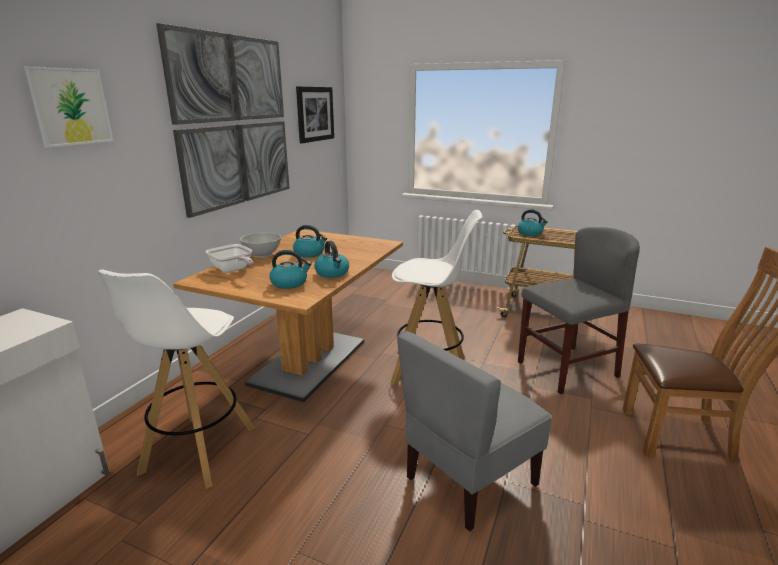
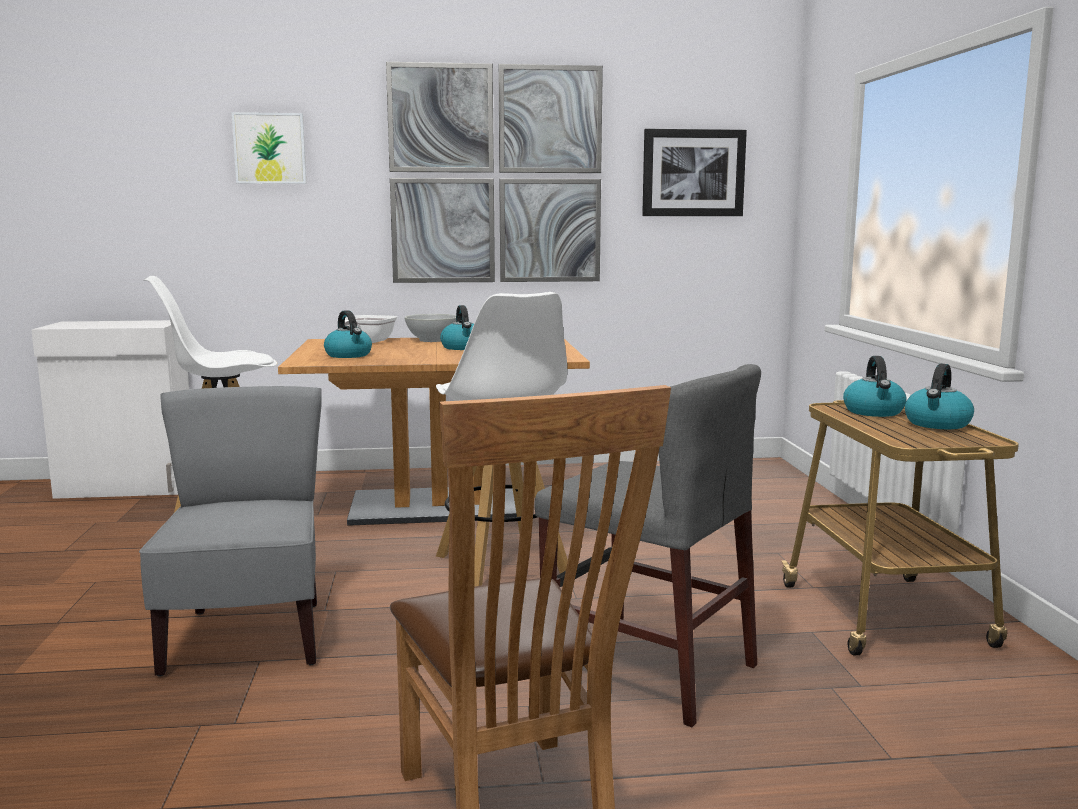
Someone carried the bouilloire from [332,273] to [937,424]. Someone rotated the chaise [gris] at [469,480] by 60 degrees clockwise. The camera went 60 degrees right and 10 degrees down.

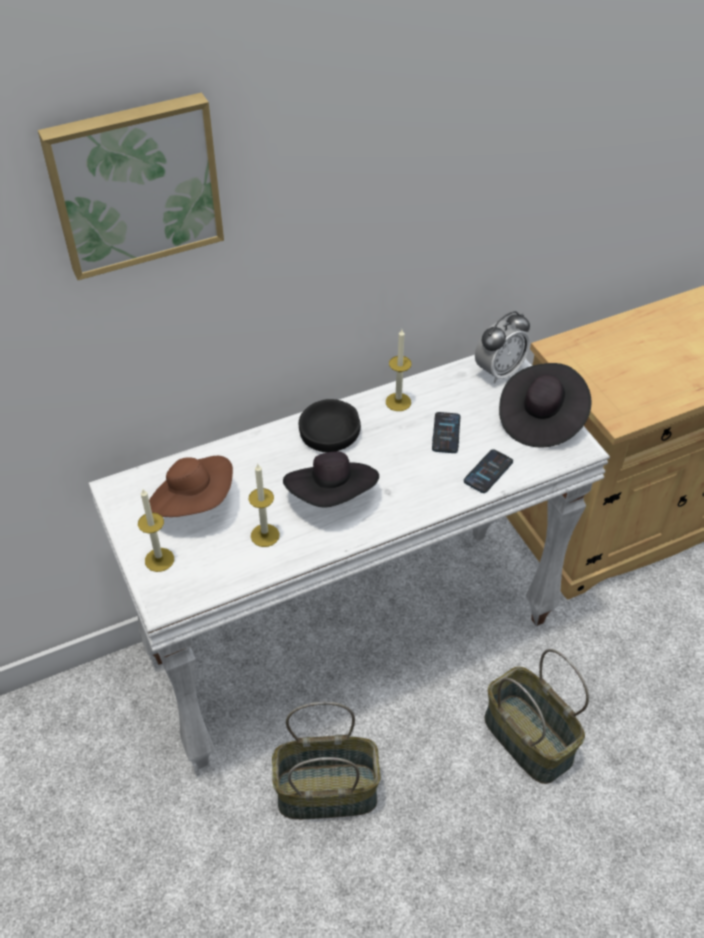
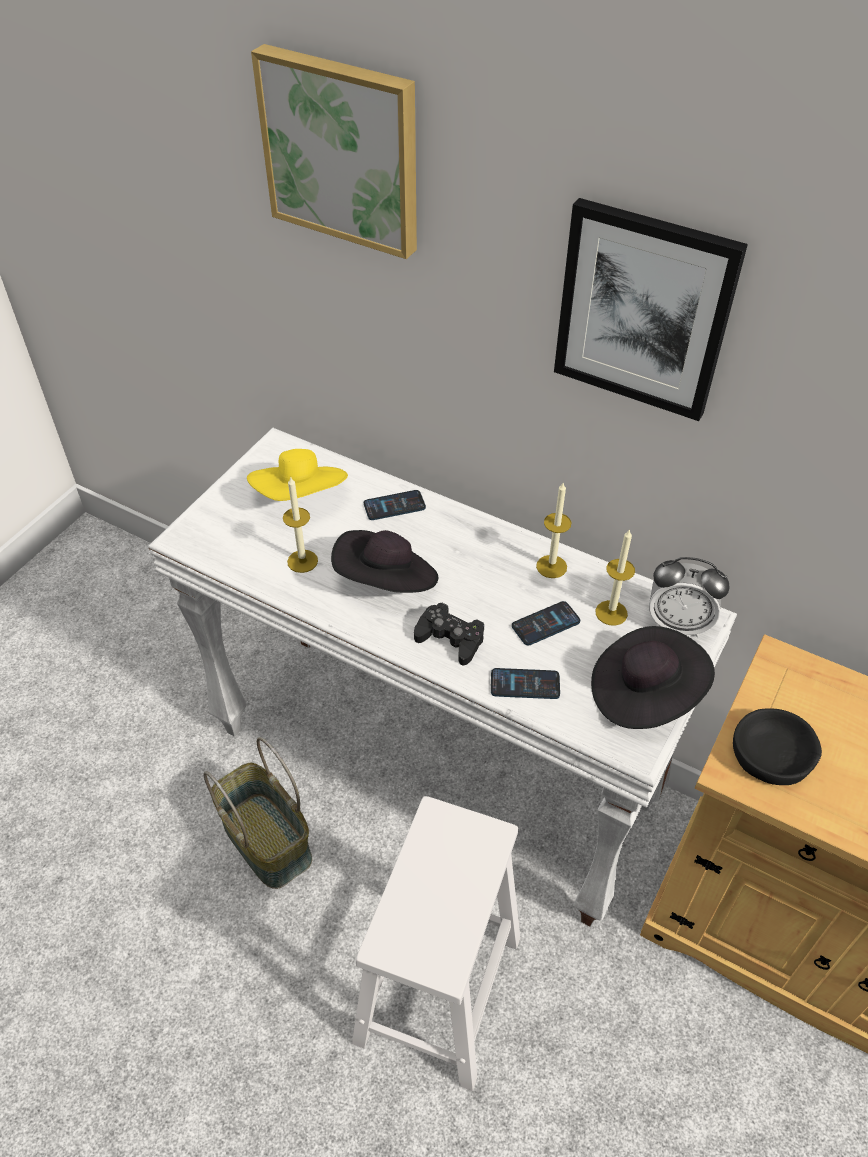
Someone carried the bol [noir] from [330,432] to [772,754]. Someone repainted the chapeau [marron] at [193,503], which became the chapeau [jaune] at [301,497]. Someone carried the bougie from [159,559] to [611,613]. Someone swapped the panier at [526,739] for the tabouret [blanc] at [439,986]. Someone put up the tableau at [644,310]. Someone put down the téléphone at [394,506]. Someone put down the manette [noir] at [450,638]. The camera went 55 degrees right and 0 degrees up.

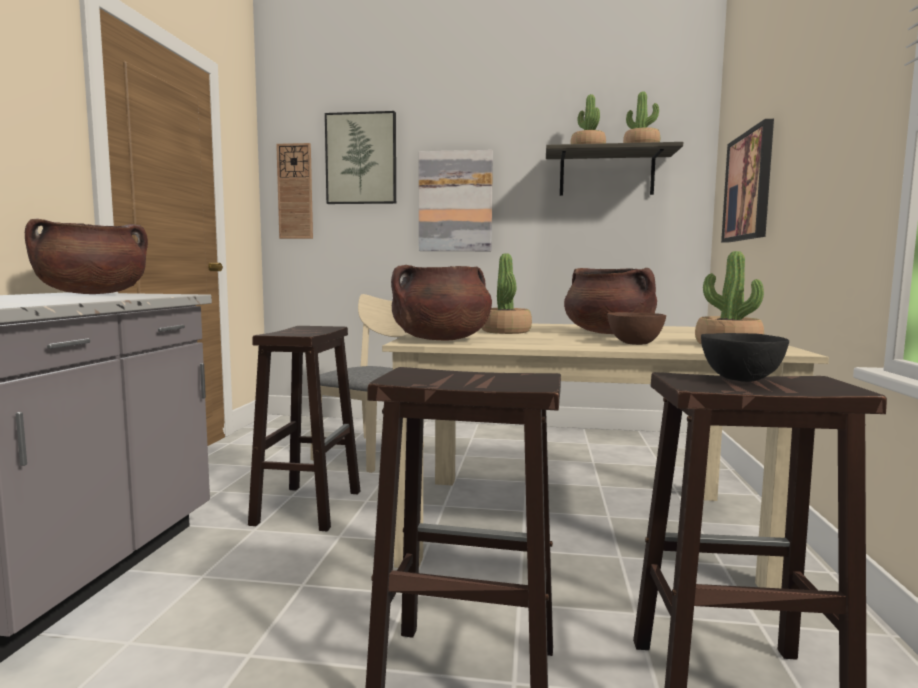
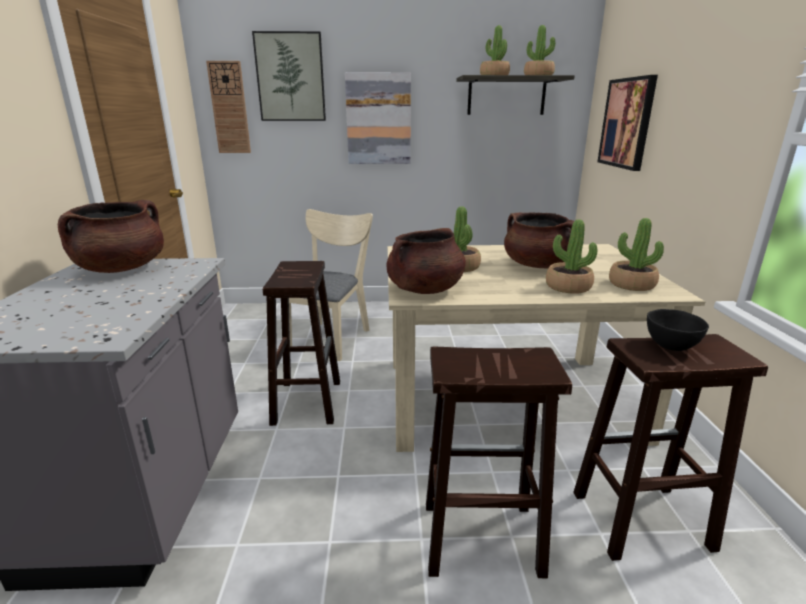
Someone swapped the bol [marron] at [634,344] for the plante en pot at [568,287]. The camera went 10 degrees left and 15 degrees up.

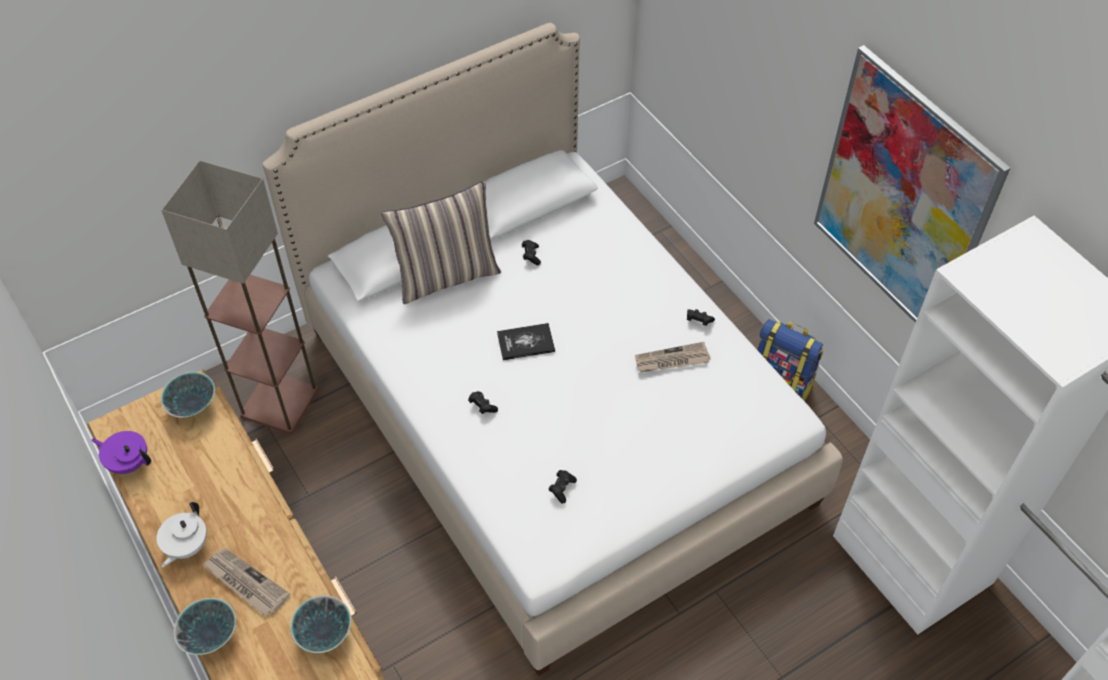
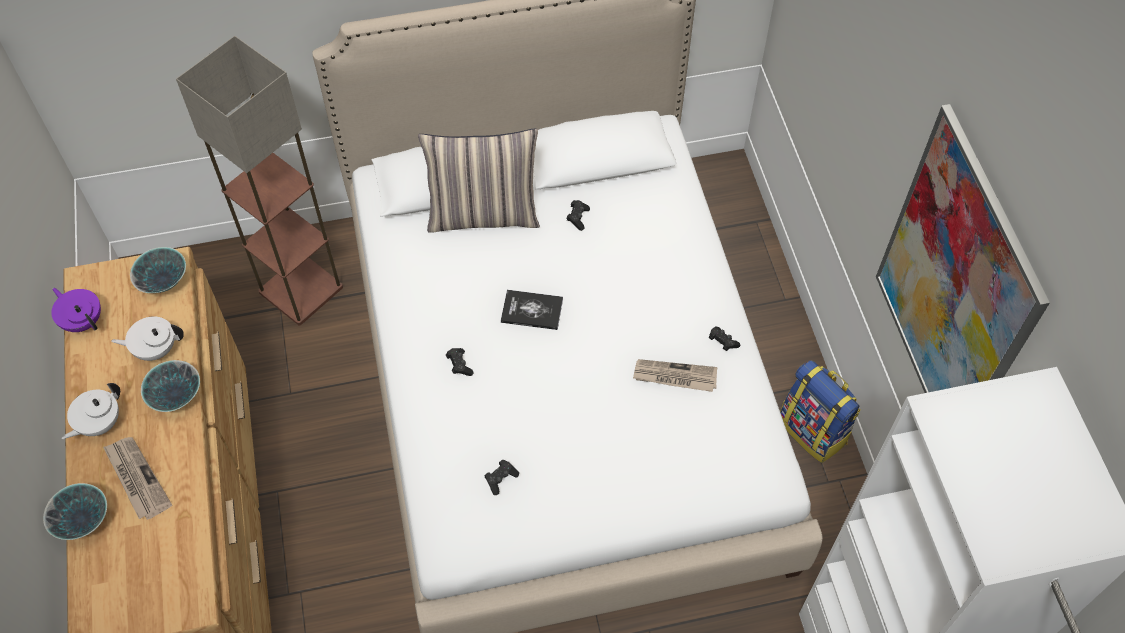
Someone carried the bol from [324,634] to [176,397]. Someone put down the théière [blanc] at [155,349]. The camera went 20 degrees right and 5 degrees up.

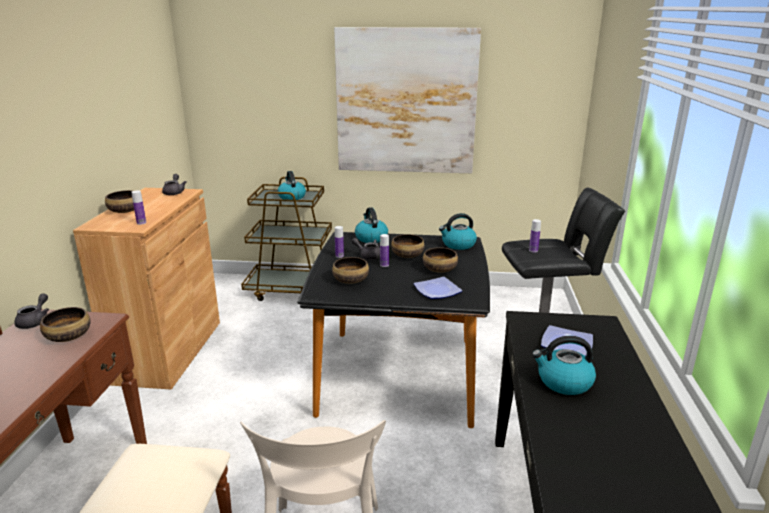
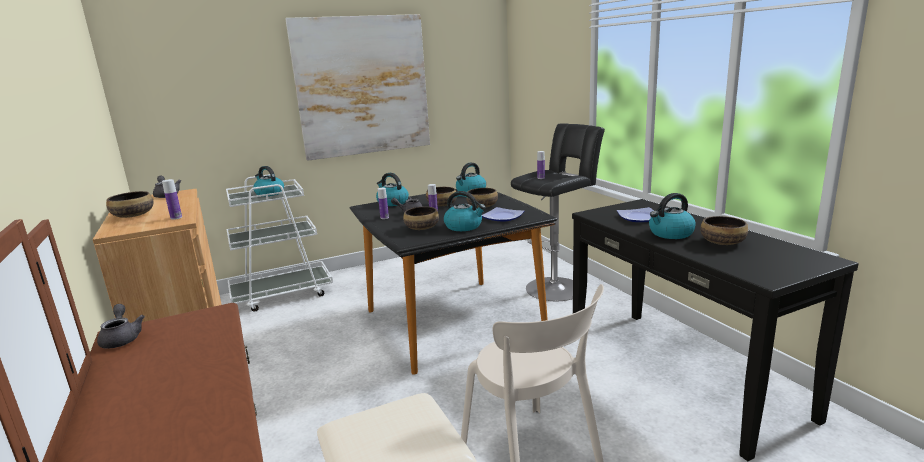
Someone repainted the chariot [marron] at [294,290], which became the chariot [blanc] at [282,294]. Someone carried the bol from [69,336] to [722,242]. Someone put down the bouilloire at [464,226]. The camera went 30 degrees left and 5 degrees down.

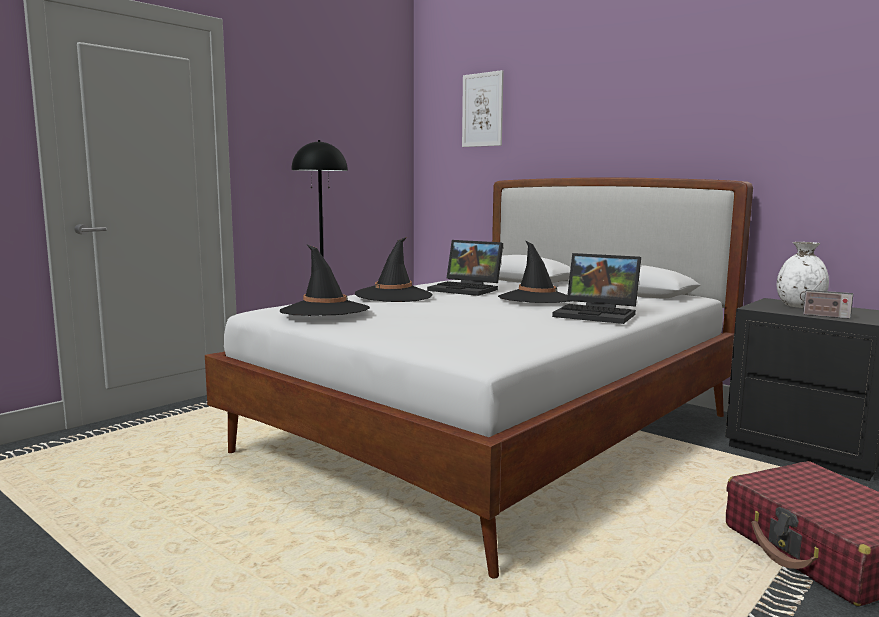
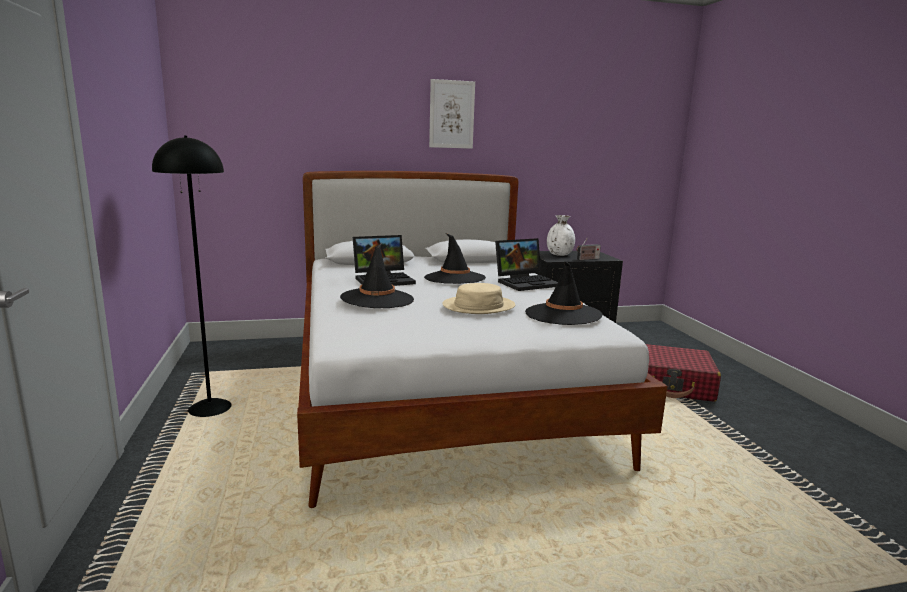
Someone carried the tableau from [482,110] to [451,114]. Someone carried the chapeau [noir] from [324,310] to [563,314]. Someone put down the chapeau [beige] at [478,306]. The camera went 55 degrees left and 5 degrees up.

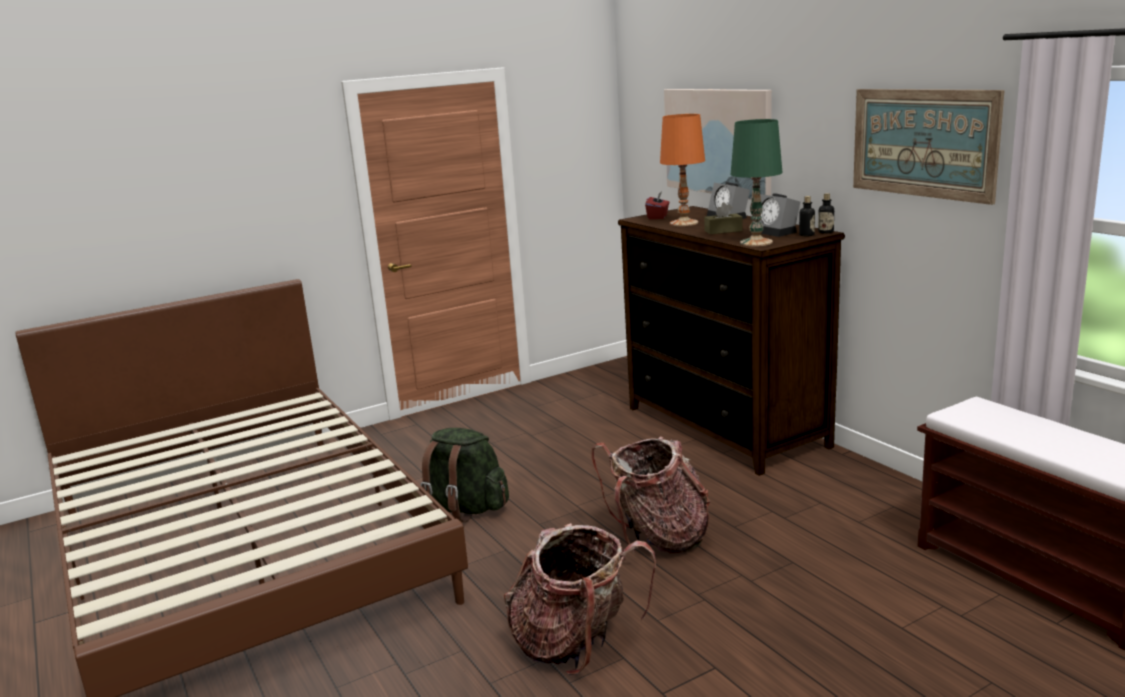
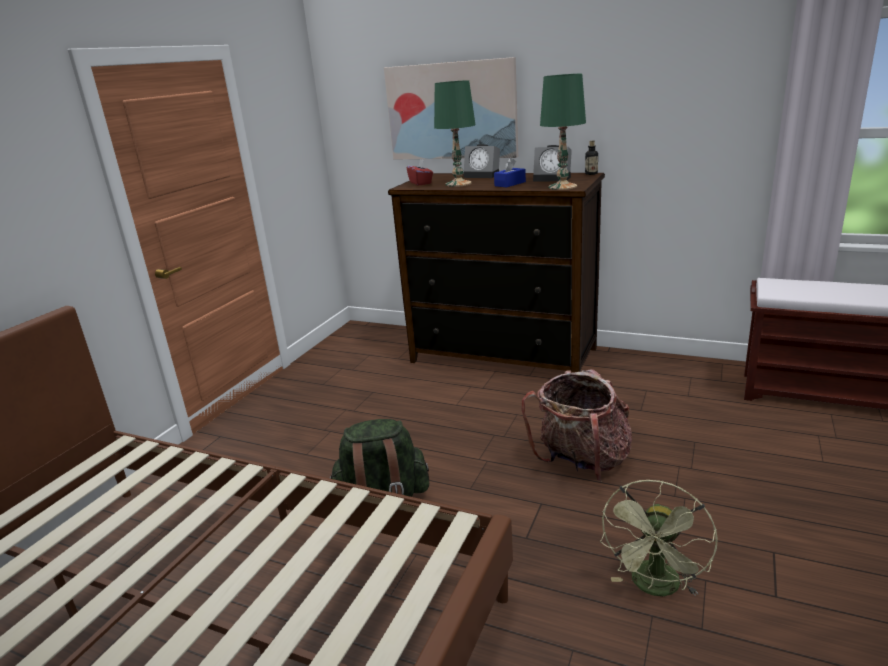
Someone took away the tableau at [923,143]. Someone repainted the lampe de table [orange] at [683,223], which became the lampe de table [vert] at [458,184]. Someone took away the bouteille at [806,235]. Someone repainted the boîte à mouchoirs [marron] at [723,231], which became the boîte à mouchoirs [bleu] at [510,184]. Someone swapped the sac à dos at [576,644] for the ventilateur [vert] at [656,588]. The camera went 35 degrees left and 5 degrees up.

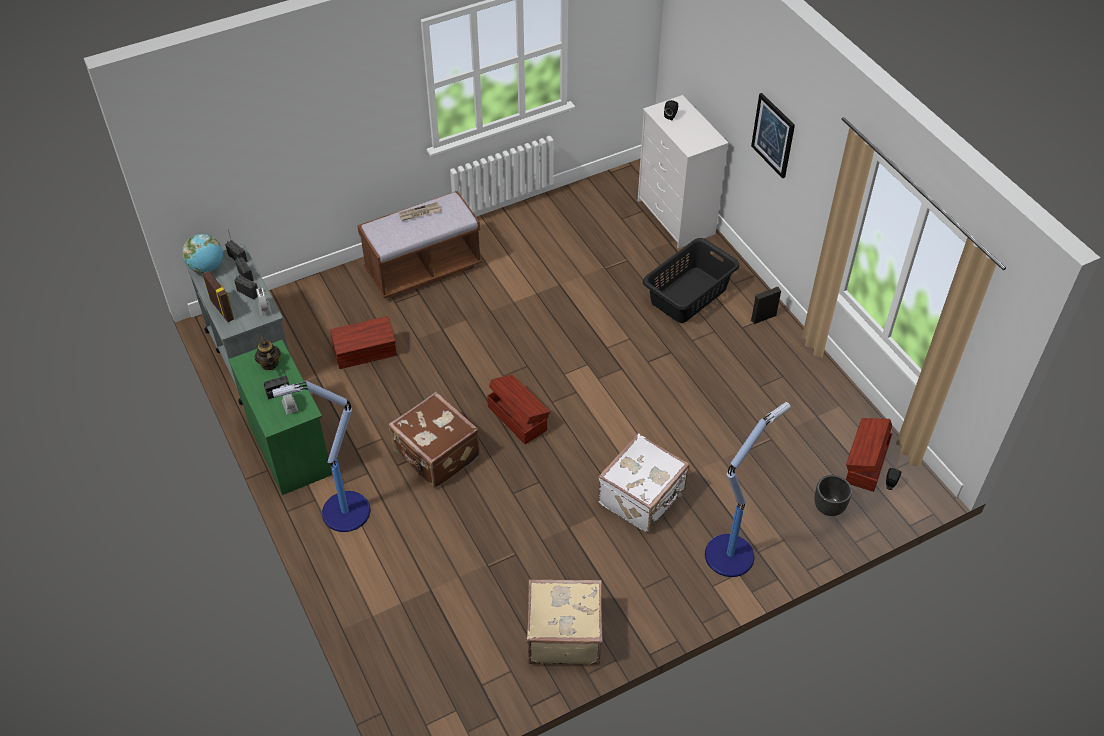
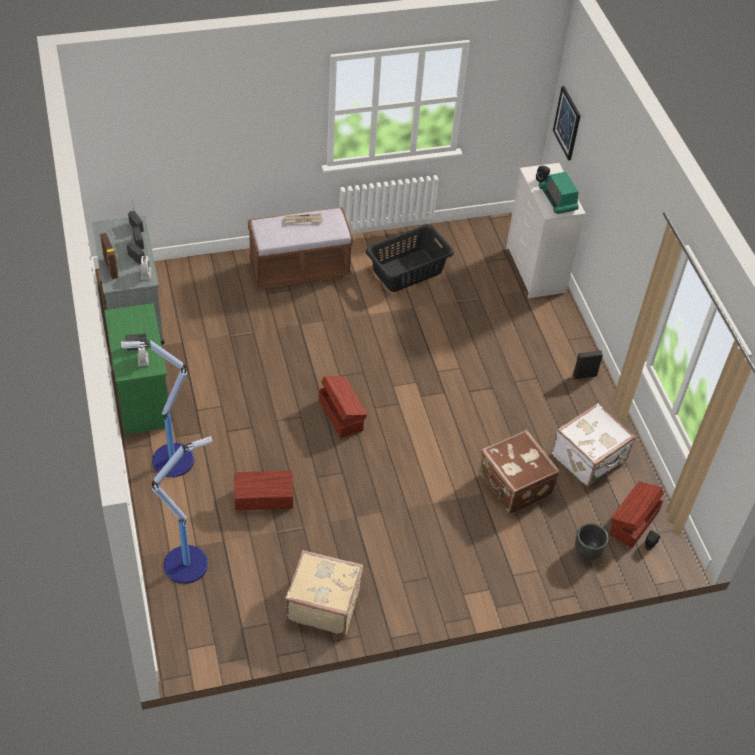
Someone carried the tableau from [773,135] to [567,123]. Someone took away the globe at [207,267]. Someone carried the panier à linge [noir] from [689,295] to [408,271]. Someone carried the boîte de rangement [marron] from [366,353] to [264,499]. Someone took away the théière at [269,364]. Someone carried the valise [marron] from [436,456] to [514,486]. Someone carried the lampadaire from [730,554] to [187,563]. Someone carried the valise [blanc] from [643,498] to [590,458]. Someone put down the radio at [558,200]. The camera went 10 degrees right and 0 degrees up.

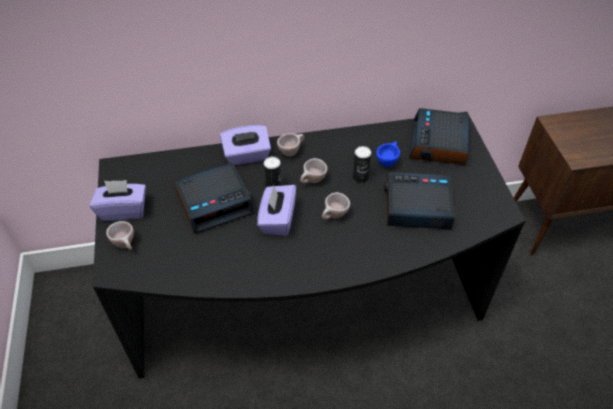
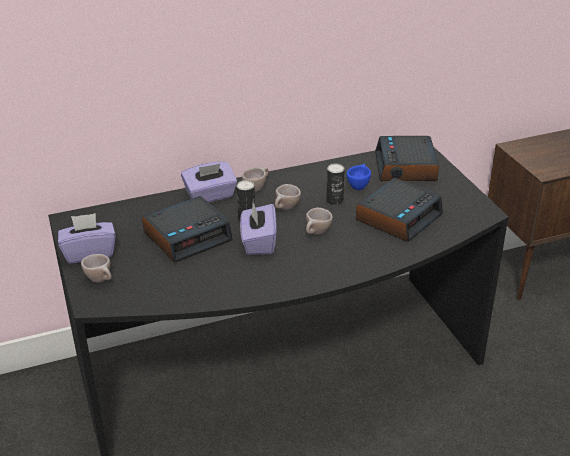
Someone rotated the réveil at [416,206] by 135 degrees clockwise. The camera went 10 degrees left and 15 degrees down.

